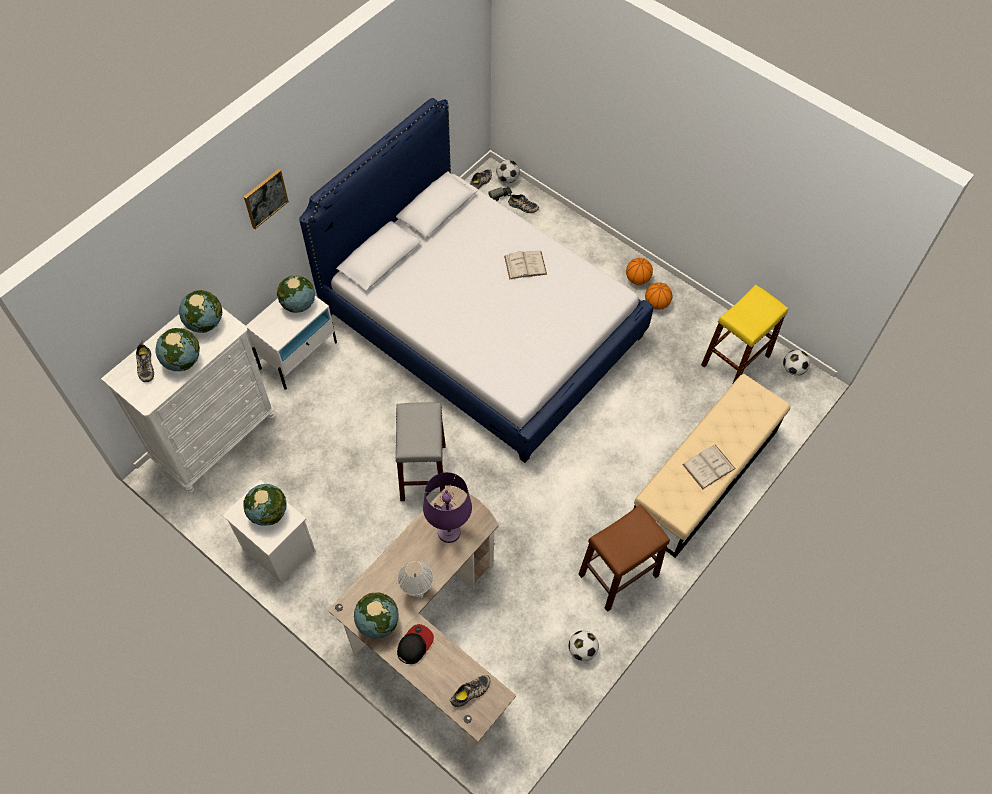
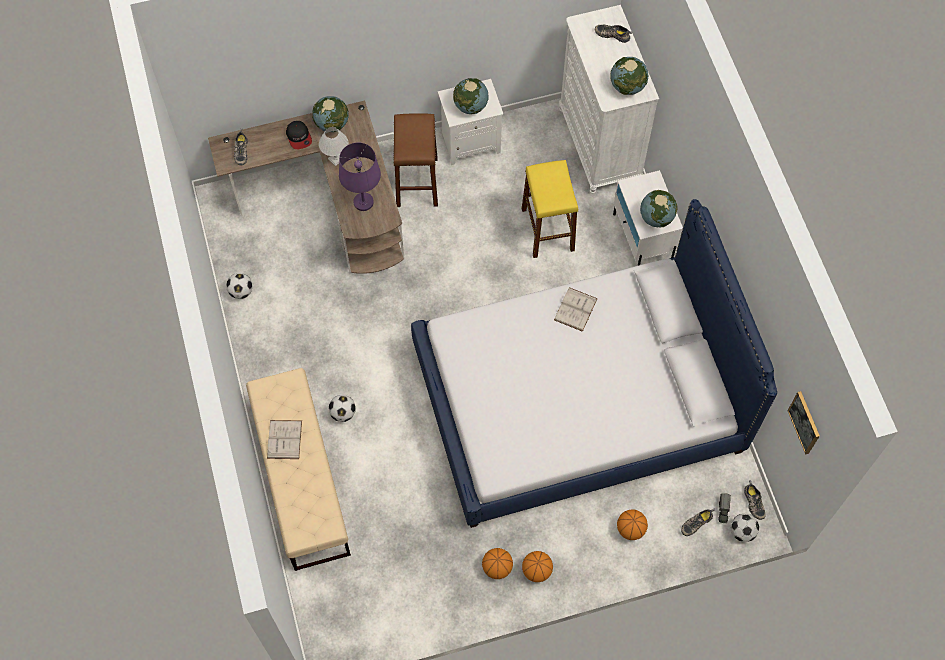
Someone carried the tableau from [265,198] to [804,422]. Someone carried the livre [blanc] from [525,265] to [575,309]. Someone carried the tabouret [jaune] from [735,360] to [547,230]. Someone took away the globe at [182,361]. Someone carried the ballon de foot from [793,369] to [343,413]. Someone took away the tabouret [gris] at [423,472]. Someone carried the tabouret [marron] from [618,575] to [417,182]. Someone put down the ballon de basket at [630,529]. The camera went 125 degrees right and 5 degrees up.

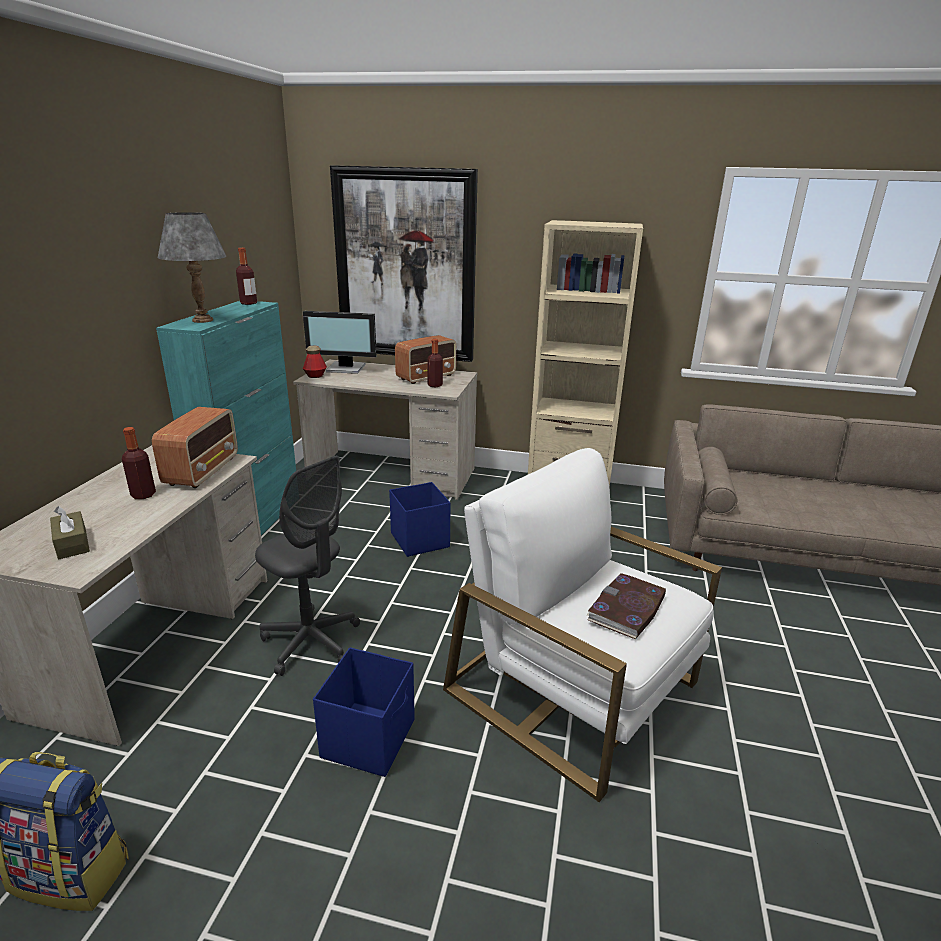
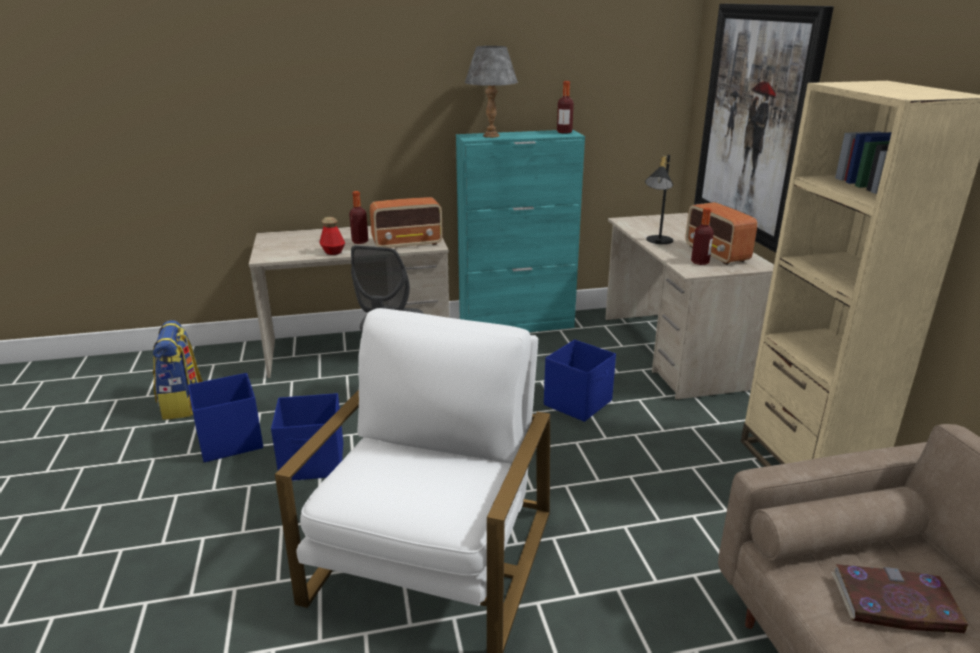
Someone took away the écran d'ordinateur at [346,368]. Someone rotated the radio at [427,377] by 45 degrees clockwise. Someone carried the bouteille from [315,376] to [333,252]. Someone took away the boîte à mouchoirs [marron] at [72,544]. Someone carried the livre from [627,609] to [895,603]. Someone put down the lampe de table [noir] at [656,241]. Someone put down the boîte de rangement [bleu] at [229,441]. The camera went 65 degrees right and 0 degrees up.

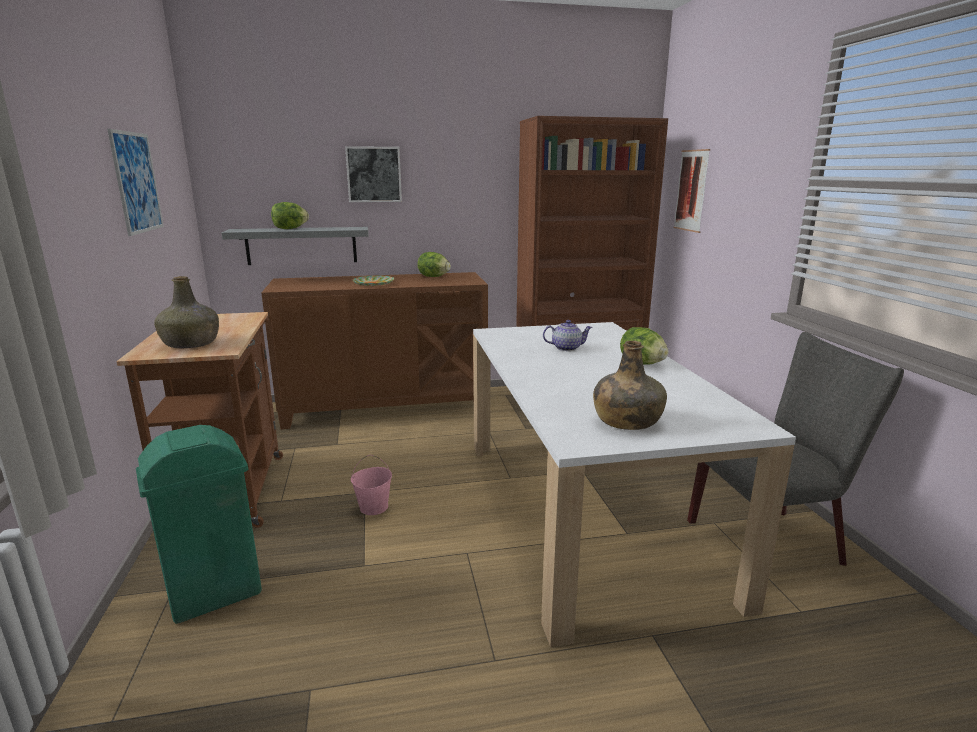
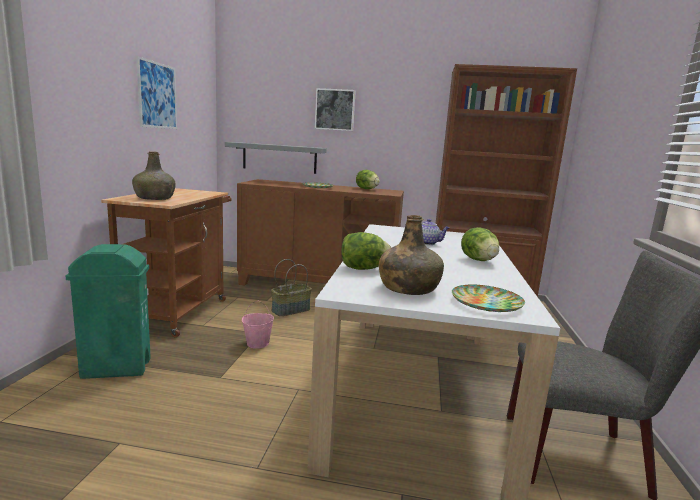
Someone took away the tableau at [691,190]. Someone carried the laitue from [290,229] to [363,269]. Someone put down the panier at [291,310]. Someone put down the assiette at [487,303]. The camera went 20 degrees right and 5 degrees down.

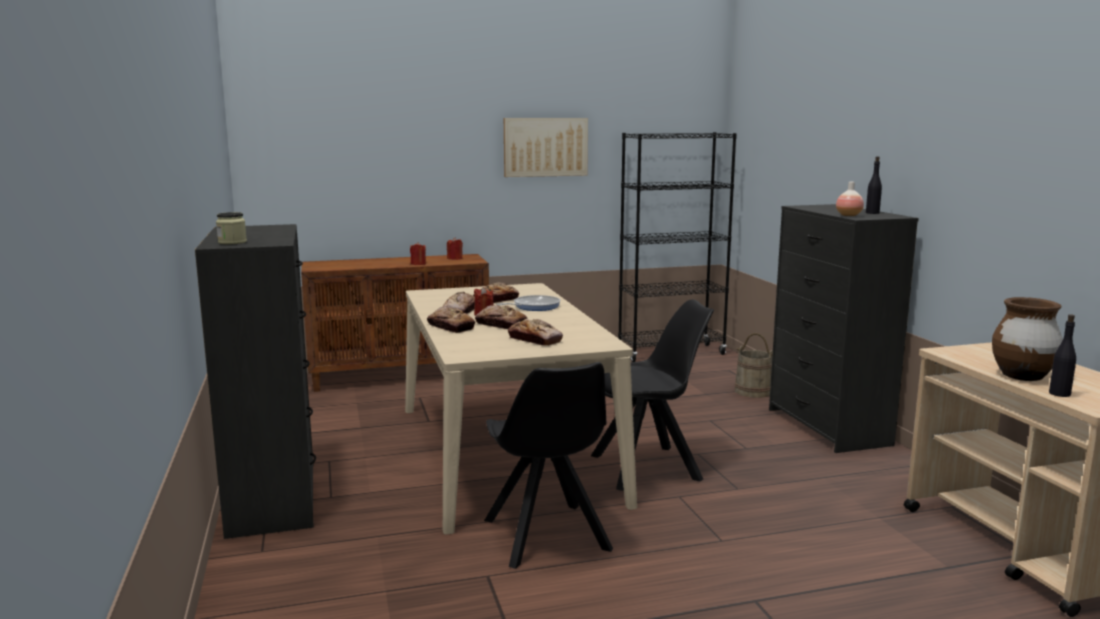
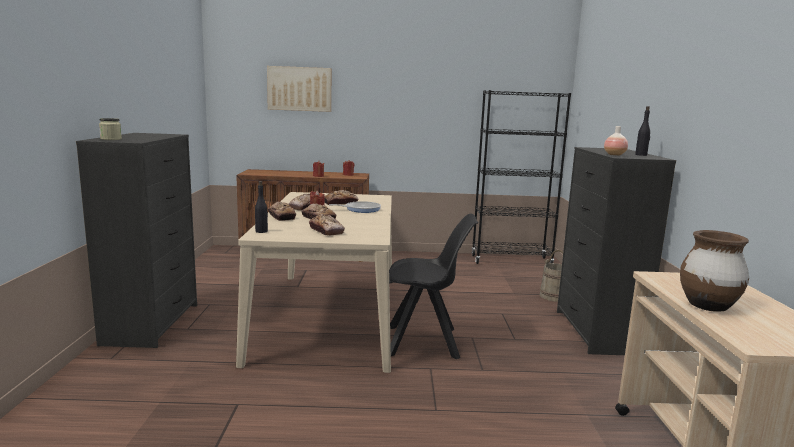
Someone carried the tableau from [545,147] to [299,89]. Someone carried the bouteille [noir] from [1060,394] to [261,231]. Someone took away the chaise [noir] at [547,537]. The camera went 15 degrees right and 0 degrees up.

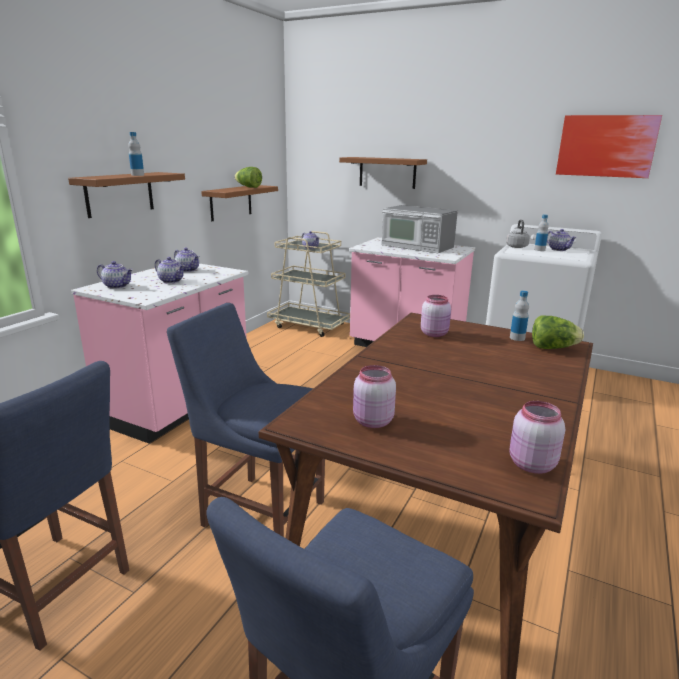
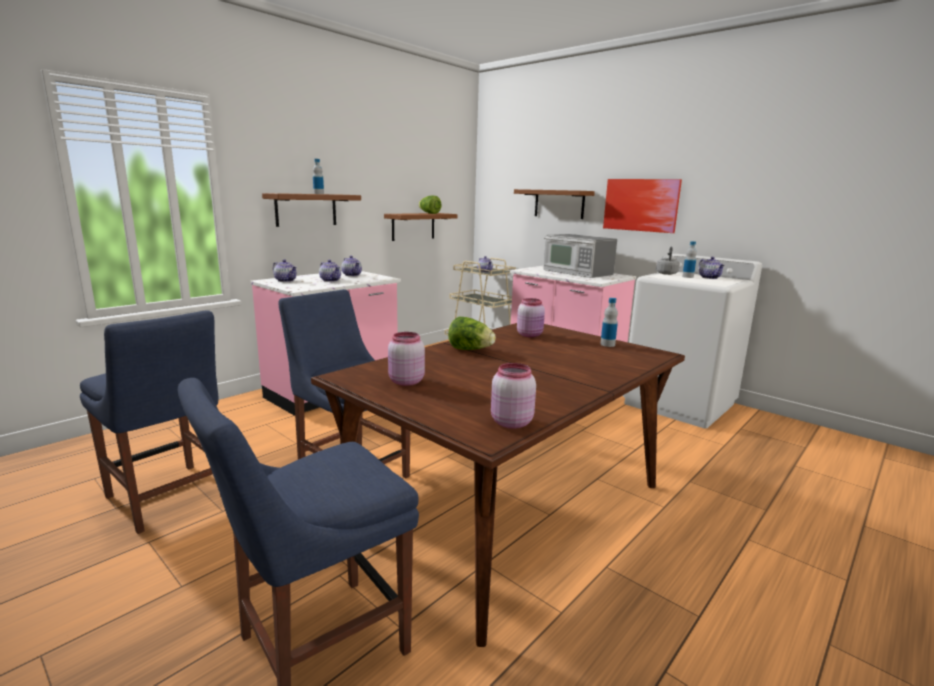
Someone carried the tableau from [606,146] to [641,205]. Someone carried the laitue from [552,348] to [470,350]. The camera went 15 degrees right and 5 degrees down.

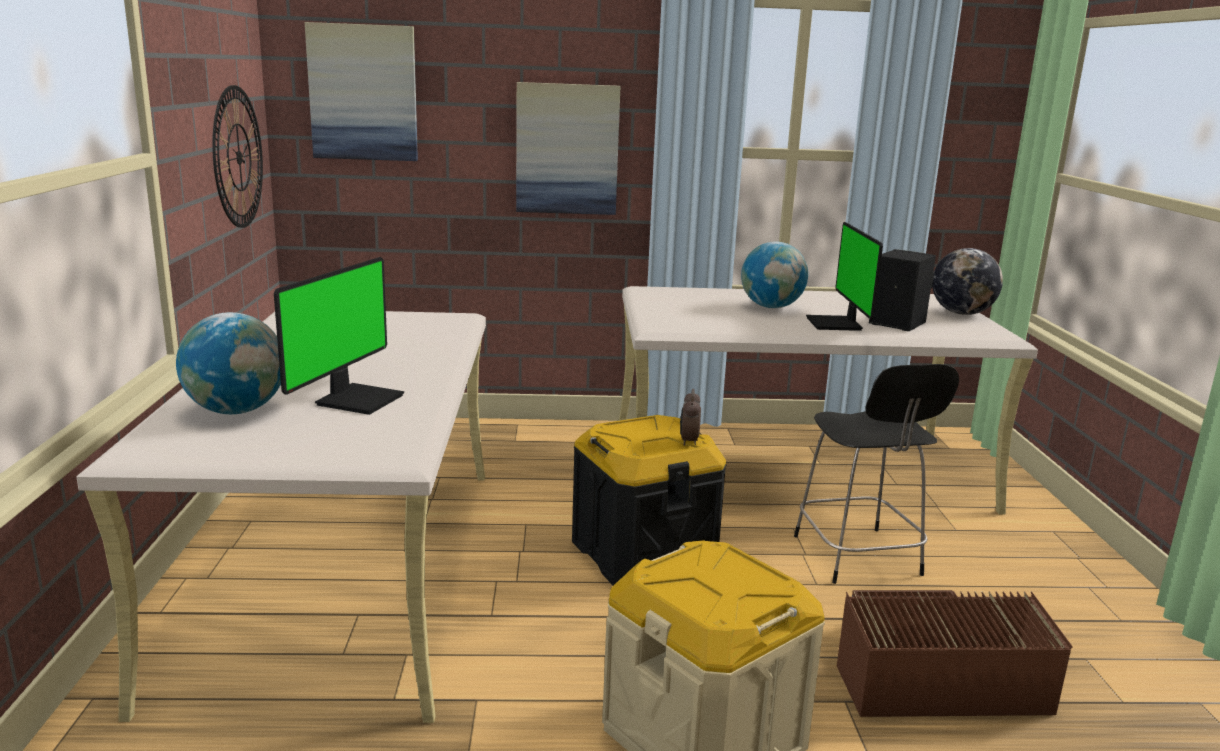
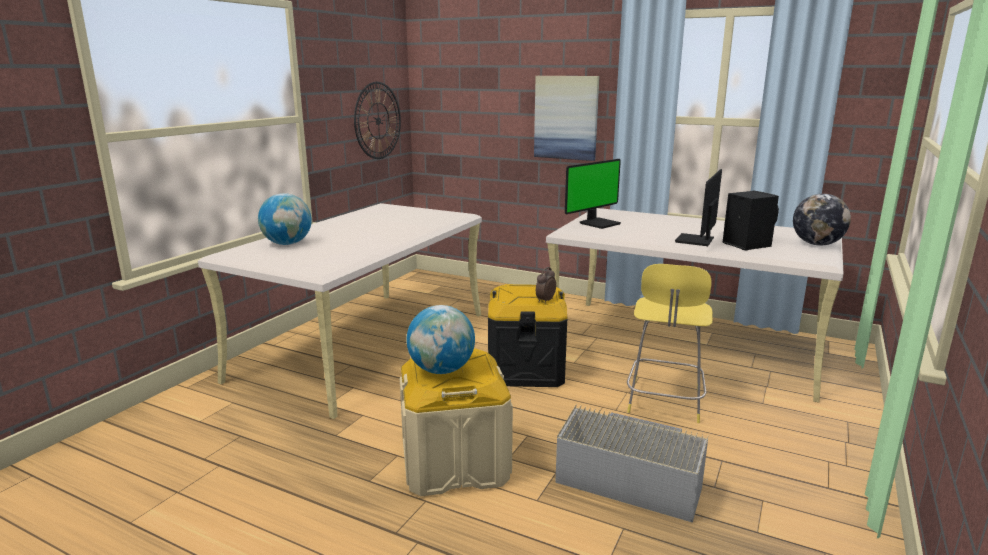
Someone took away the tableau at [363,93]. Someone carried the globe from [771,307] to [441,370]. Someone carried the écran d'ordinateur from [357,399] to [598,223]. Someone repainted the tabouret [noir] at [858,558], which became the tabouret [jaune] at [664,402]. Someone repainted the boîte de rangement [marron] at [929,674], which became the boîte de rangement [gris] at [629,475]. The camera went 30 degrees right and 0 degrees up.

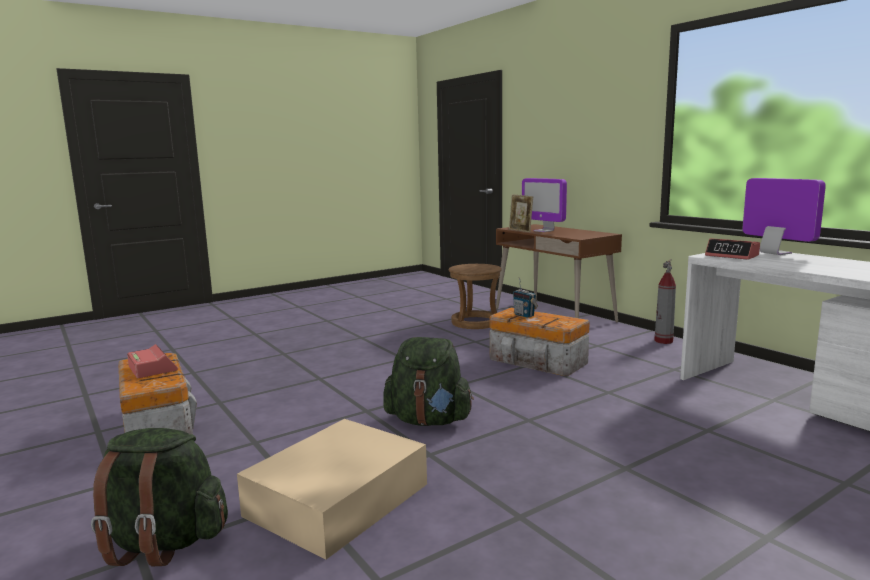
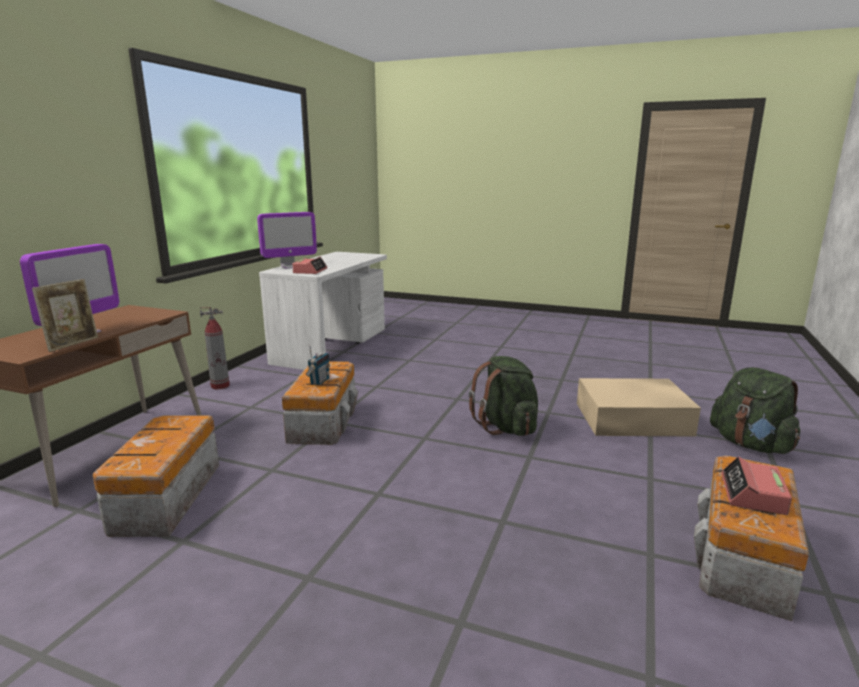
Someone rotated the écran d'ordinateur at [775,253] by 150 degrees counterclockwise. Someone swapped the tabouret [marron] at [475,322] for the boîte de rangement at [165,499]. The camera went 125 degrees left and 5 degrees up.

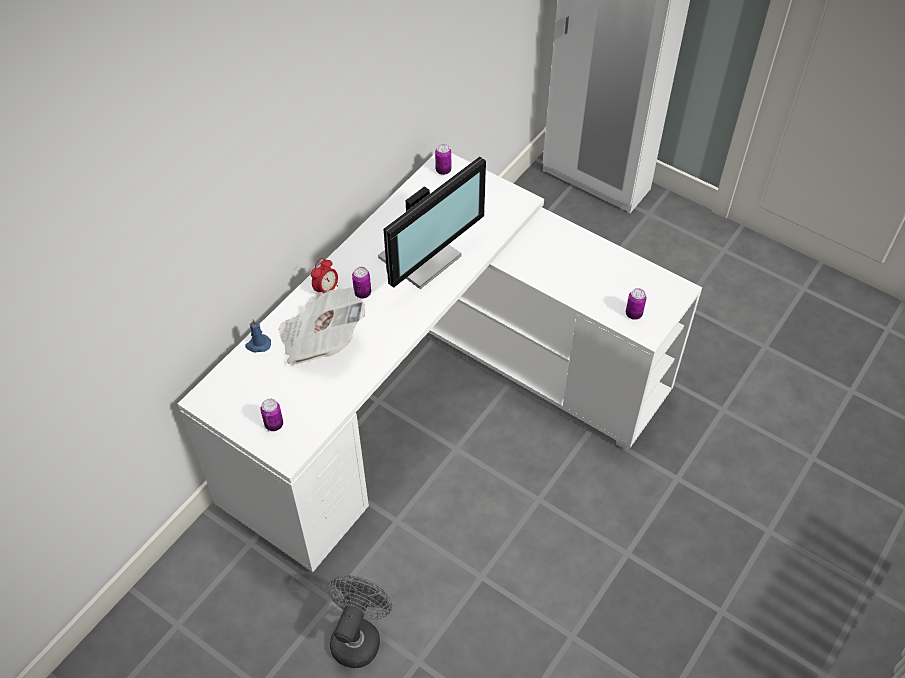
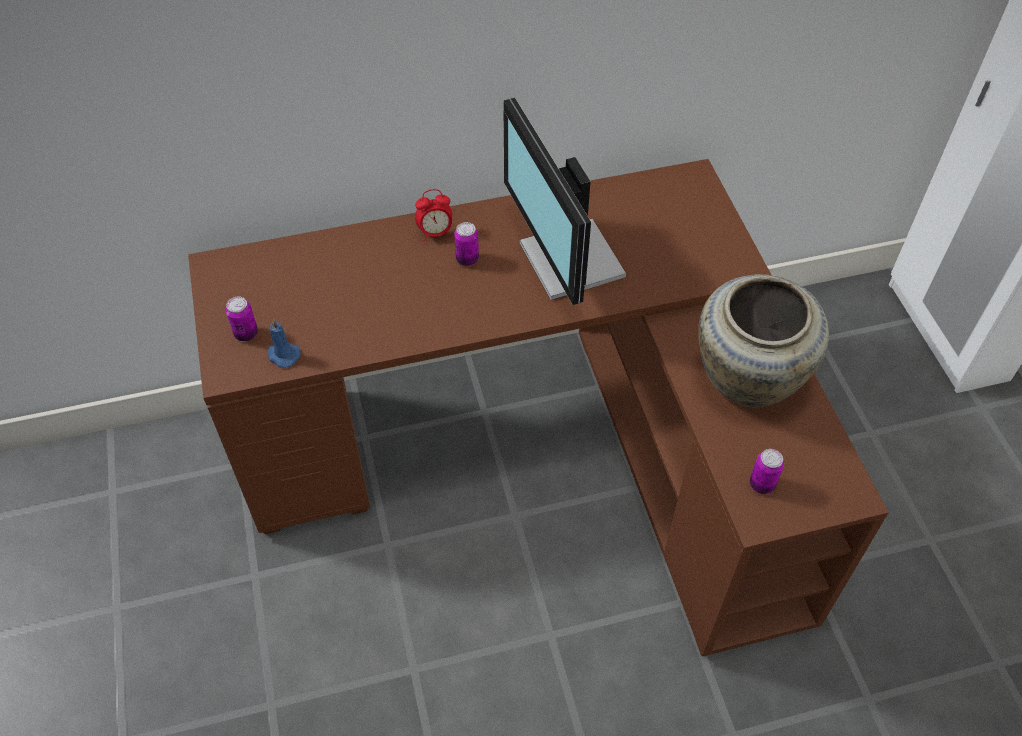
Someone took away the boîte métallique at [443,170]. Someone repainted the bureau [blanc] at [437,400], which became the bureau [marron] at [543,451]. Someone rotated the écran d'ordinateur at [423,258] by 75 degrees clockwise. Someone took away the journal at [321,340]. Someone carried the bougie [bleu] from [258,345] to [282,355]. Someone took away the ventilateur [gris] at [358,636]. Someone put down the vase [beige] at [746,381]. The camera went 40 degrees right and 0 degrees up.

